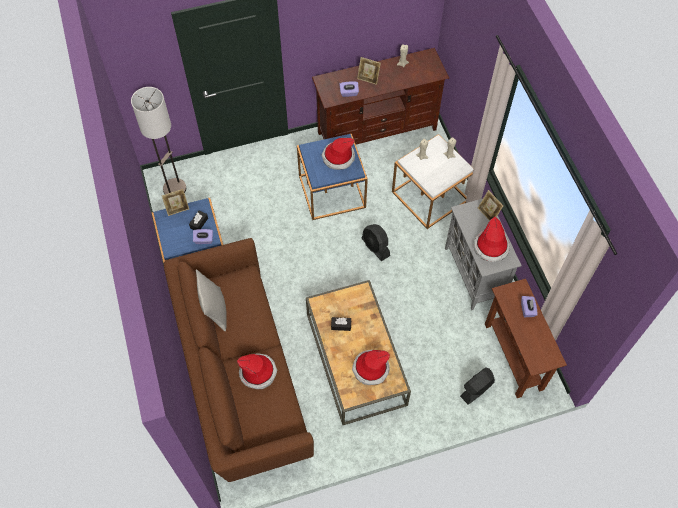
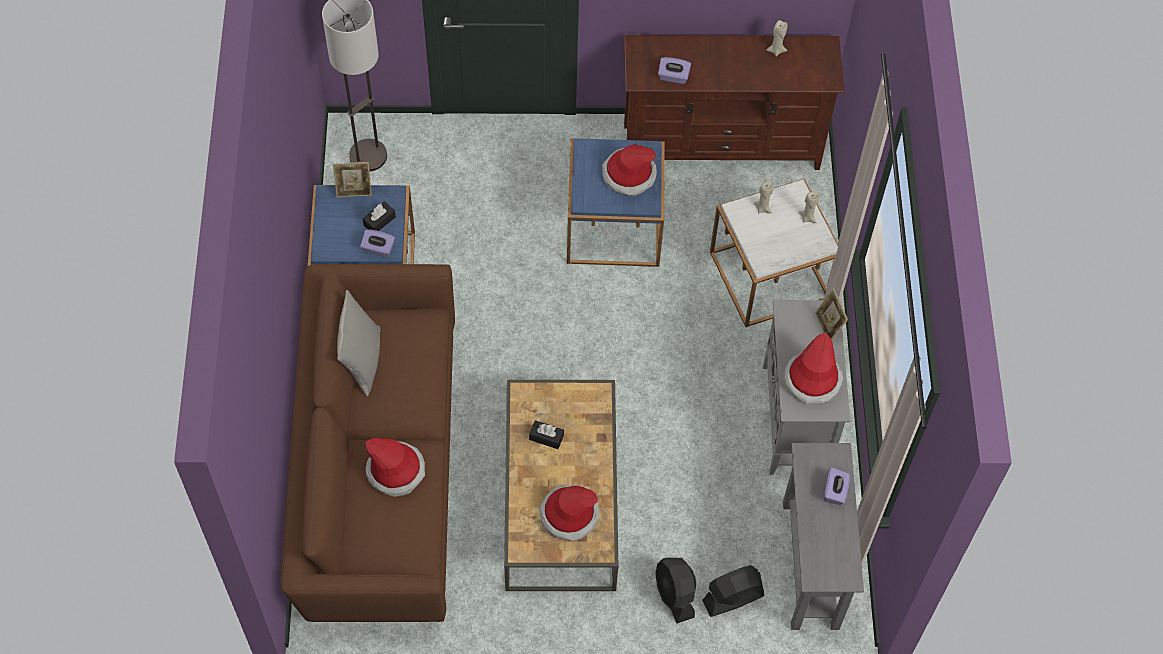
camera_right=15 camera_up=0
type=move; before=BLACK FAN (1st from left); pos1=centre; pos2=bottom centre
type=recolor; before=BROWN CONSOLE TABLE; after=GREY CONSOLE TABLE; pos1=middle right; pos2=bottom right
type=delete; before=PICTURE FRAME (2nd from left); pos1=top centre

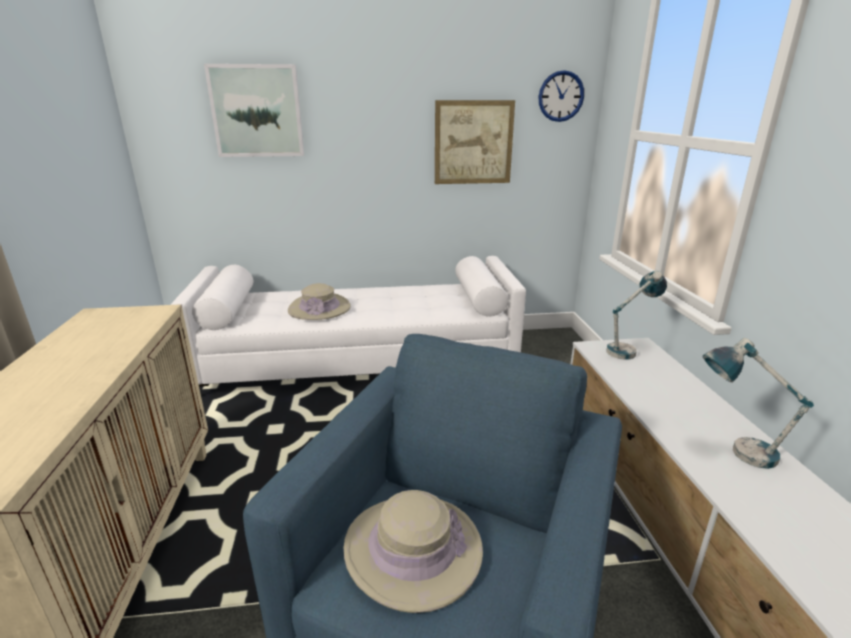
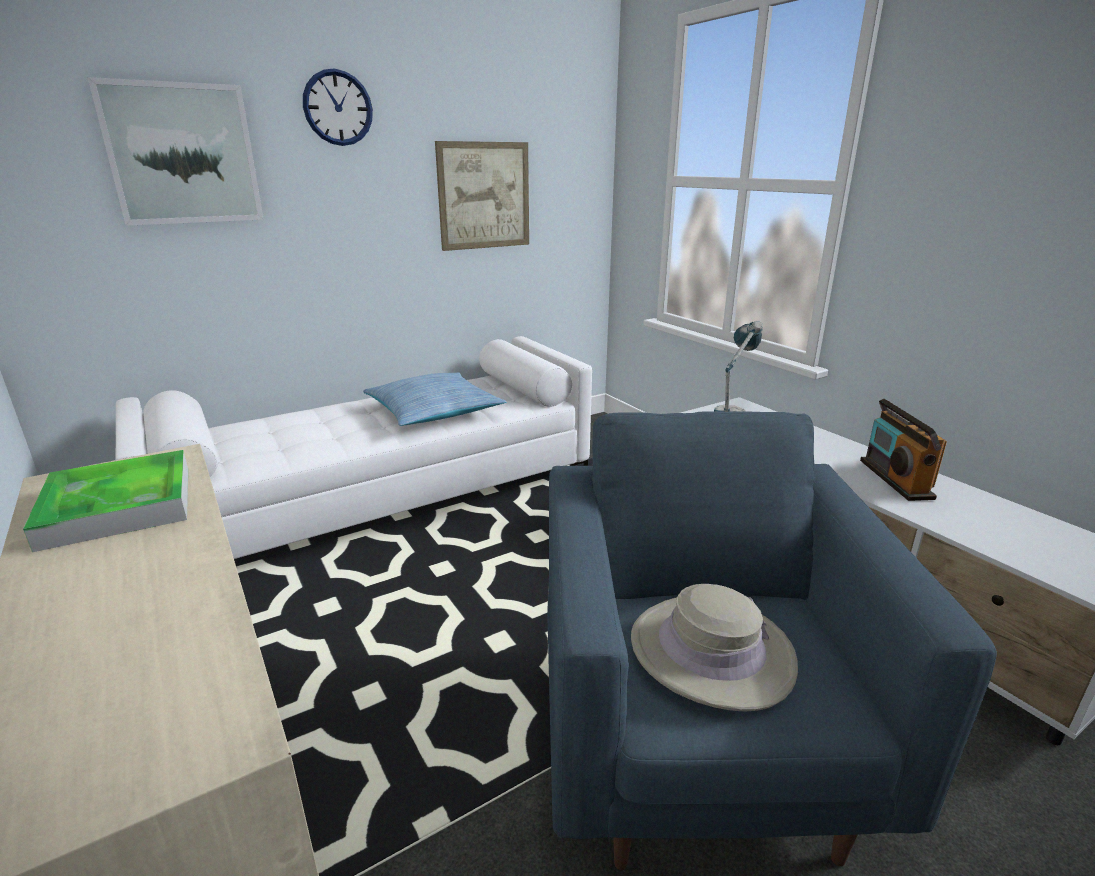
camera_right=-25 camera_up=0
type=insert; after=TRAY; pos2=middle left
type=move; before=WALL CLOCK; pos1=top centre; pos2=top left
type=insert; after=PILLOW; pos2=centre
type=replace; before=TABLE LAMP (2nd from left); after=RADIO; pos1=middle right; pos2=middle right
type=delete; before=BEIGE HAT (1st from left); pos1=centre

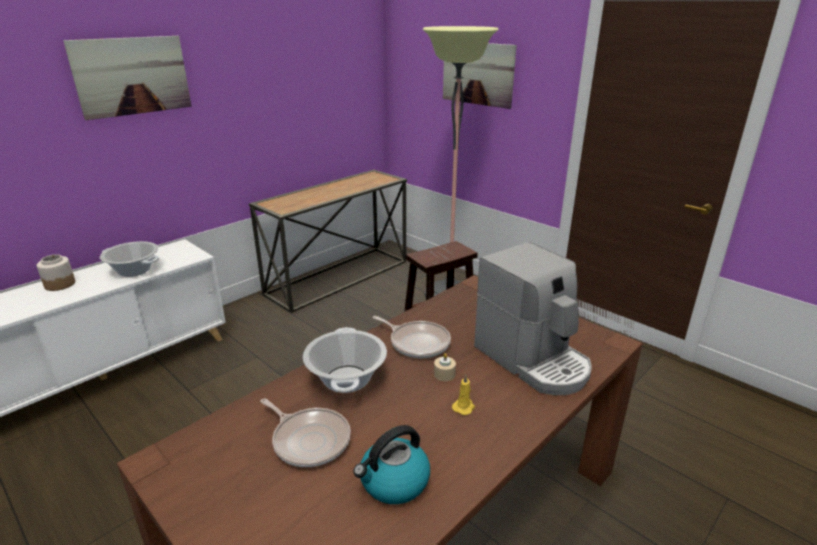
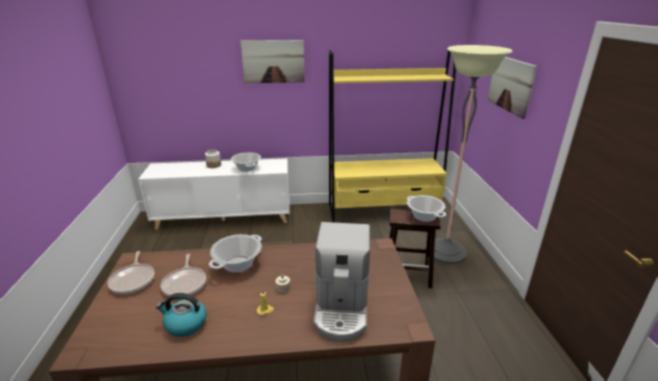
camera_right=40 camera_up=0
type=move; before=FRYING PAN (2nd from left in the first image); after=FRYING PAN (1st from left); pos1=centre; pos2=bottom left
type=replace; before=CONSOLE TABLE; after=YELLOW BOOKCASE; pos1=centre; pos2=centre
type=insert; after=COOKING POT (3rd from left); pos2=centre

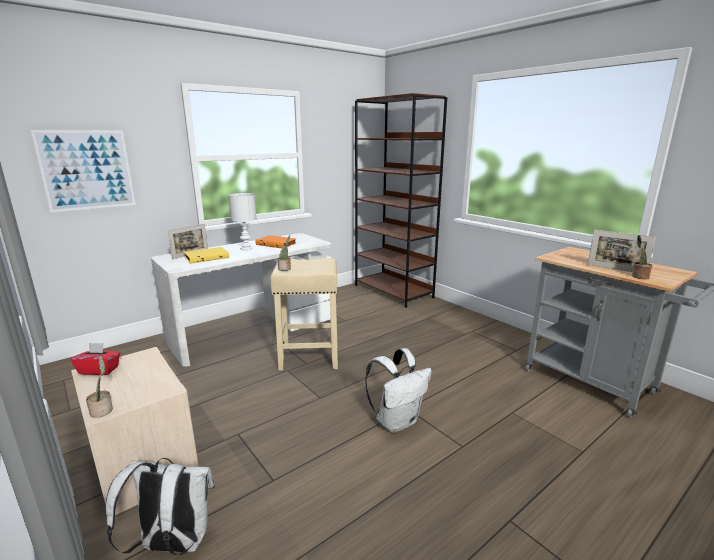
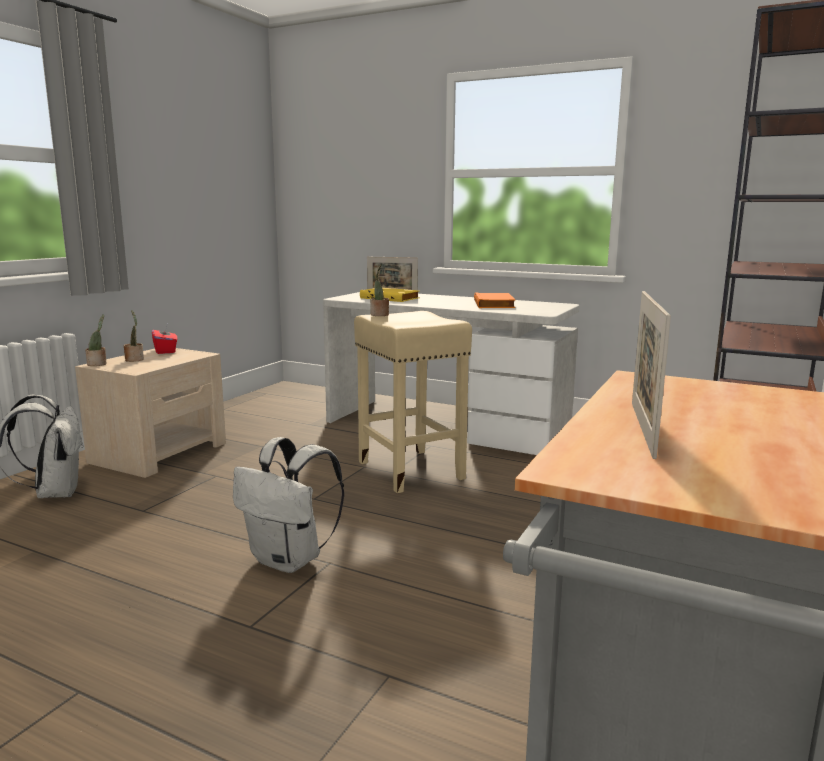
camera_right=65 camera_up=-5
type=move; before=POTTED PLANT (3rd from left in the first image); after=POTTED PLANT (2nd from left); pos1=middle right; pos2=middle left
type=delete; before=PICTURE; pos1=top left
type=delete; before=WHITE TABLE LAMP; pos1=centre

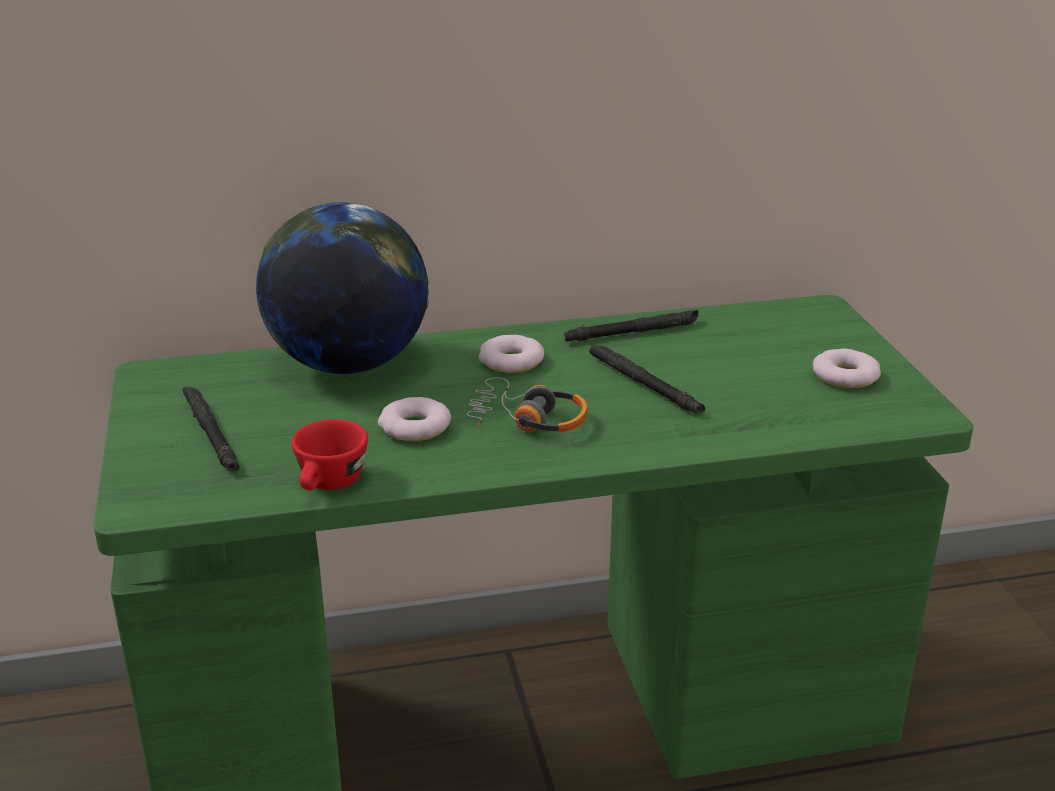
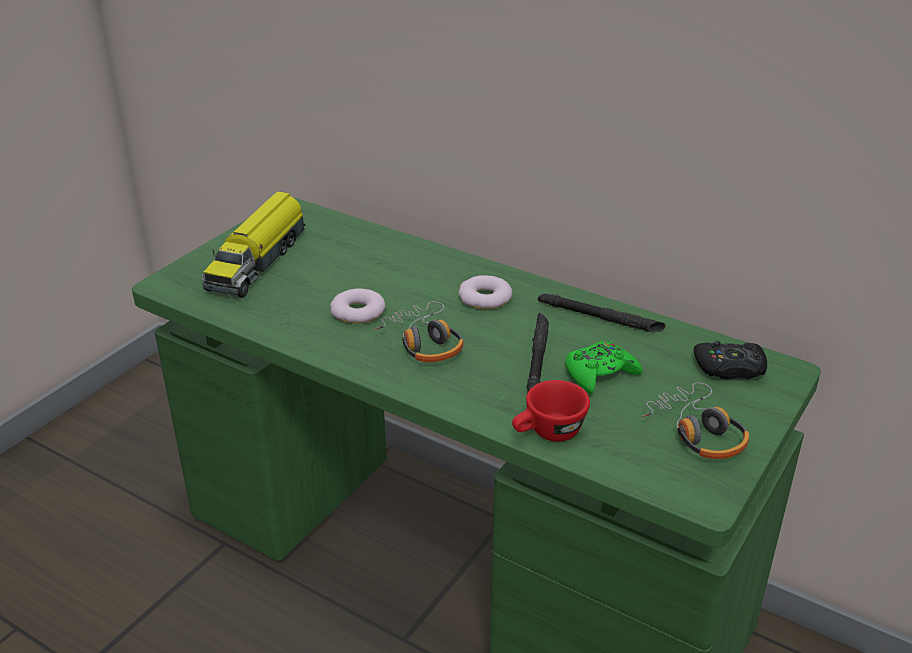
camera_right=45 camera_up=5
type=replace; before=BLACK FLASHLIGHT (1st from left); after=TOY TRUCK; pos1=middle left; pos2=middle left
type=move; before=RED CUP; pos1=middle left; pos2=centre
type=insert; after=GREEN GAME CONTROLLER; pos2=centre
type=replace; before=DONUT (3rd from left); after=HEADPHONES (2nd from left); pos1=middle right; pos2=middle right
type=insert; after=BLACK GAME CONTROLLER; pos2=middle right
type=delete; before=GLOBE; pos1=middle left

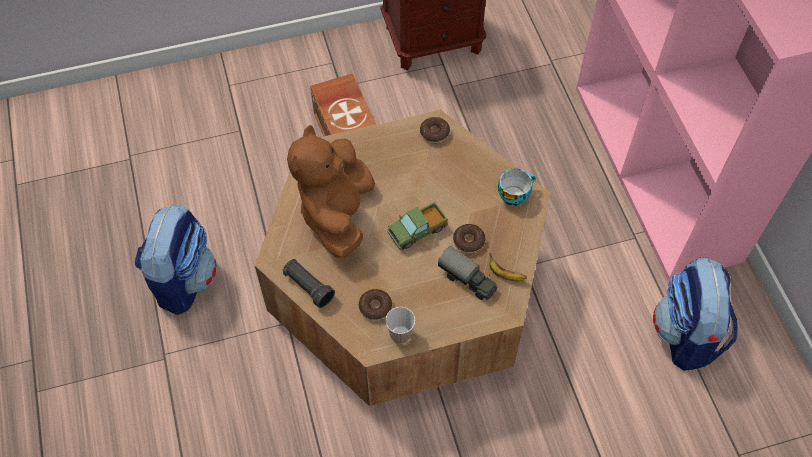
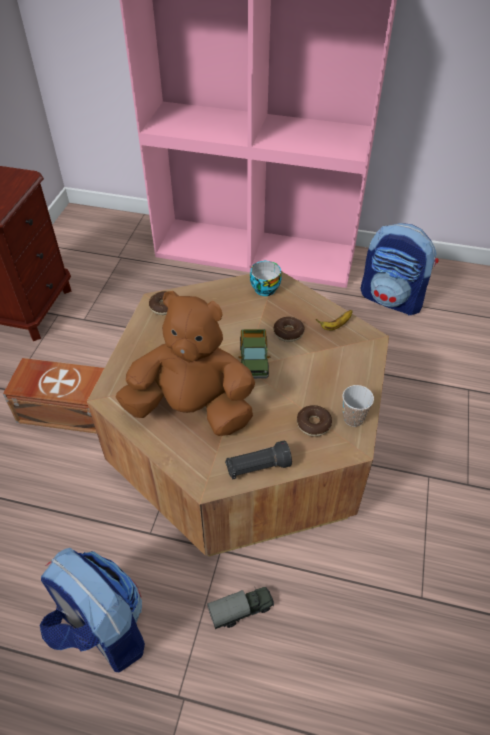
camera_right=-60 camera_up=-10
type=rotate; before=BROWN PLUSH TOY; pos1=centre; pos2=centre; turn=150
type=move; before=TOY TRUCK (2nd from left in the first image); after=TOY TRUCK (1st from left); pos1=centre; pos2=bottom centre

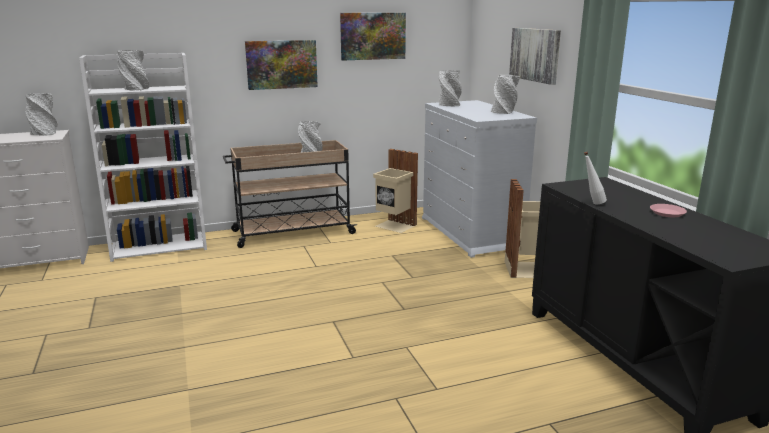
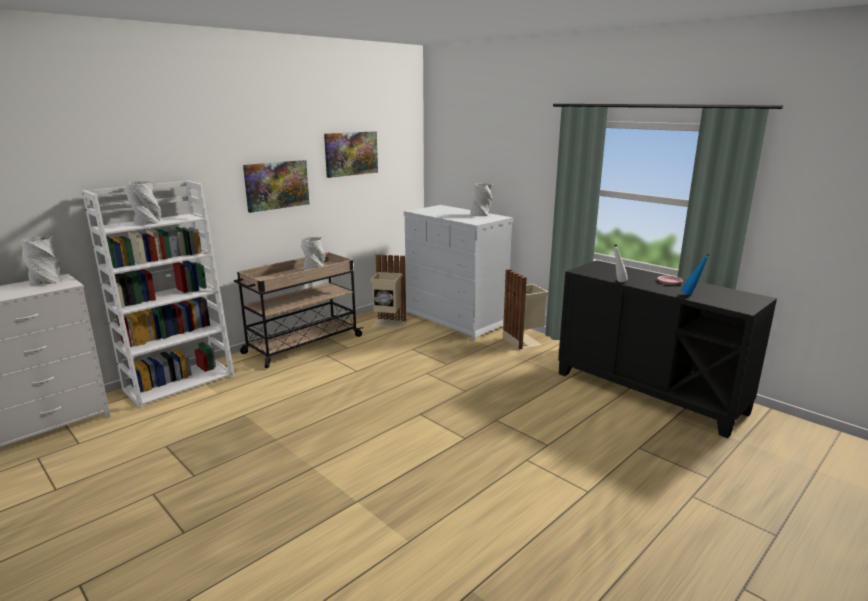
camera_right=-25 camera_up=0
type=insert; after=BLUE BOTTLE; pos2=middle right
type=delete; before=GREY VASE (4th from left); pos1=top centre
type=delete; before=PICTURE (3rd from left); pos1=top right

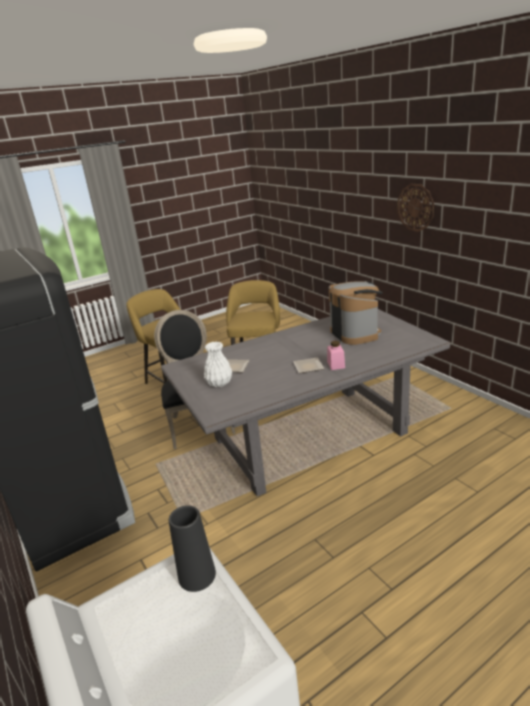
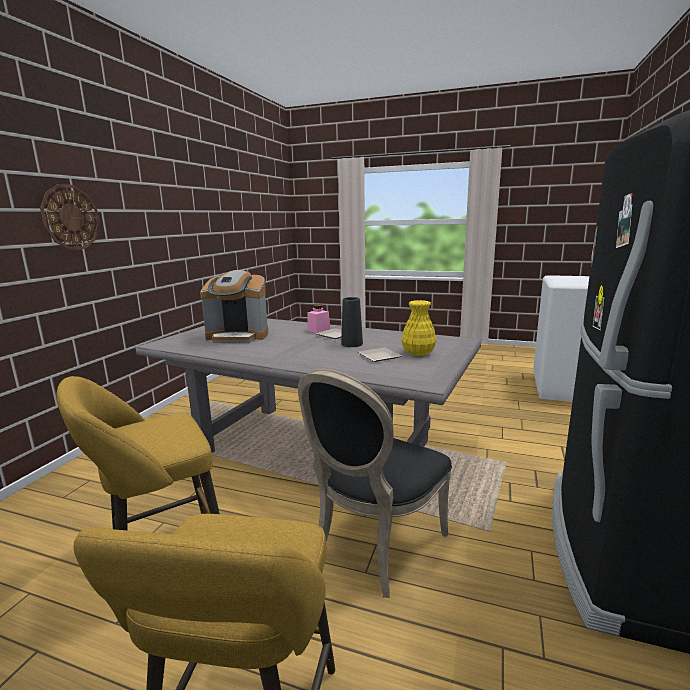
camera_right=-130 camera_up=-10
type=rotate; before=COFFEE MACHINE; pos1=middle right; pos2=centre; turn=-120
type=move; before=BLACK VASE; pos1=bottom centre; pos2=centre
type=recolor; before=WHITE VASE; after=YELLOW VASE; pos1=centre; pos2=centre

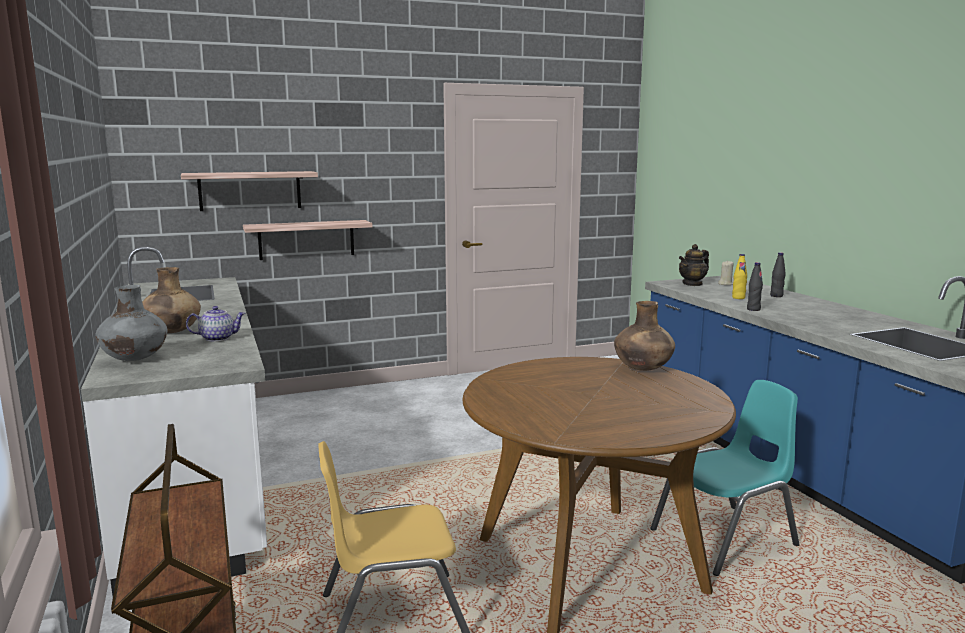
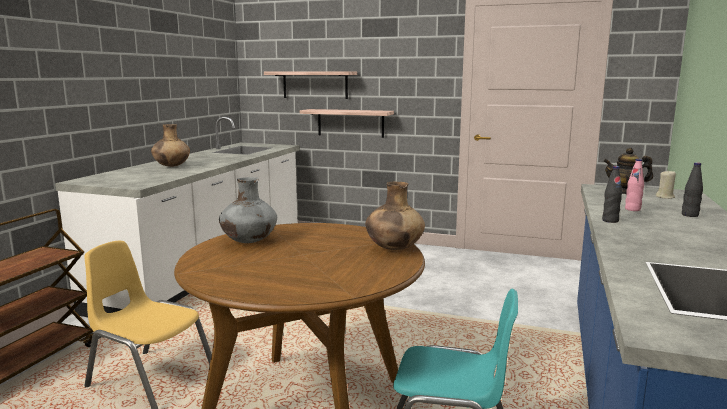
camera_right=40 camera_up=0
type=move; before=GREY VASE; pos1=middle left; pos2=centre
type=recolor; before=YELLOW BOTTLE; after=PINK BOTTLE; pos1=middle right; pos2=middle right
type=delete; before=TEAPOT (1st from left); pos1=middle left

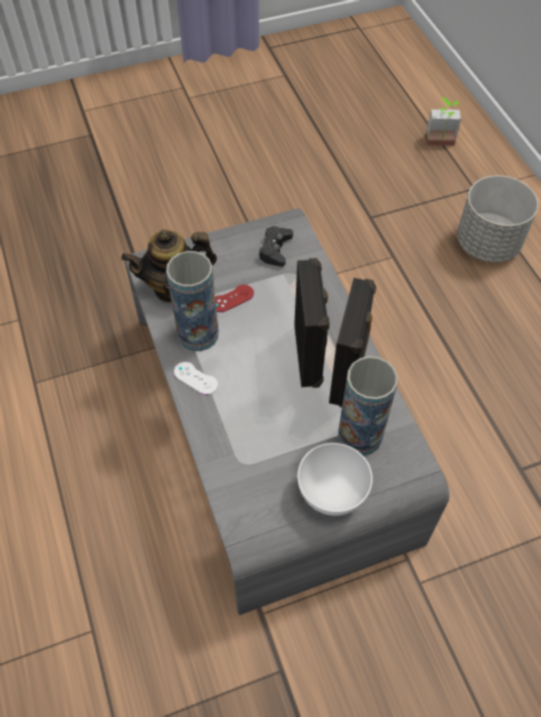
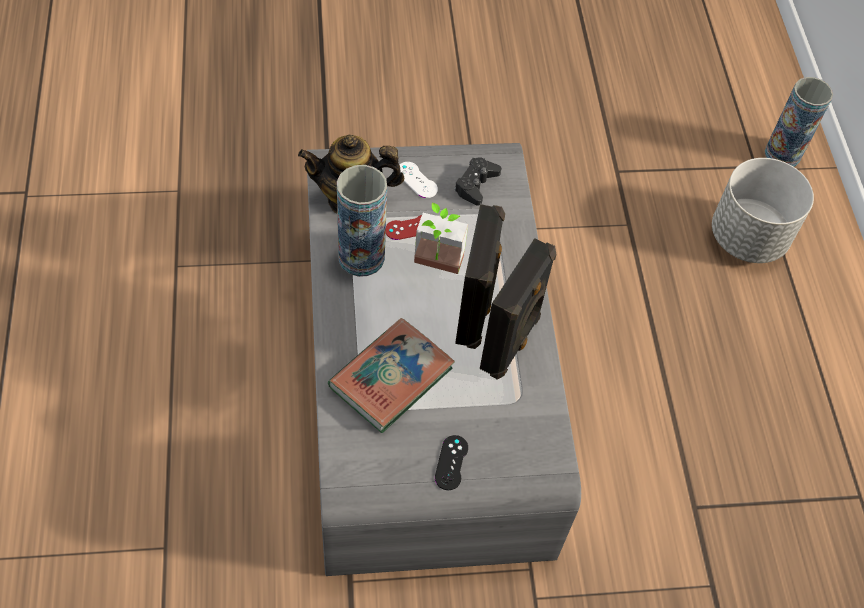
camera_right=10 camera_up=0
type=insert; after=BOOK; pos2=centre
type=move; before=WHITE GAME CONTROLLER; pos1=centre; pos2=top centre
type=move; before=POTTED PLANT; pos1=top right; pos2=centre
type=replace; before=WHITE BOWL; after=BLACK GAME CONTROLLER (1st from left); pos1=bottom centre; pos2=bottom centre
type=move; before=VASE (2nd from left); pos1=middle right; pos2=top right

